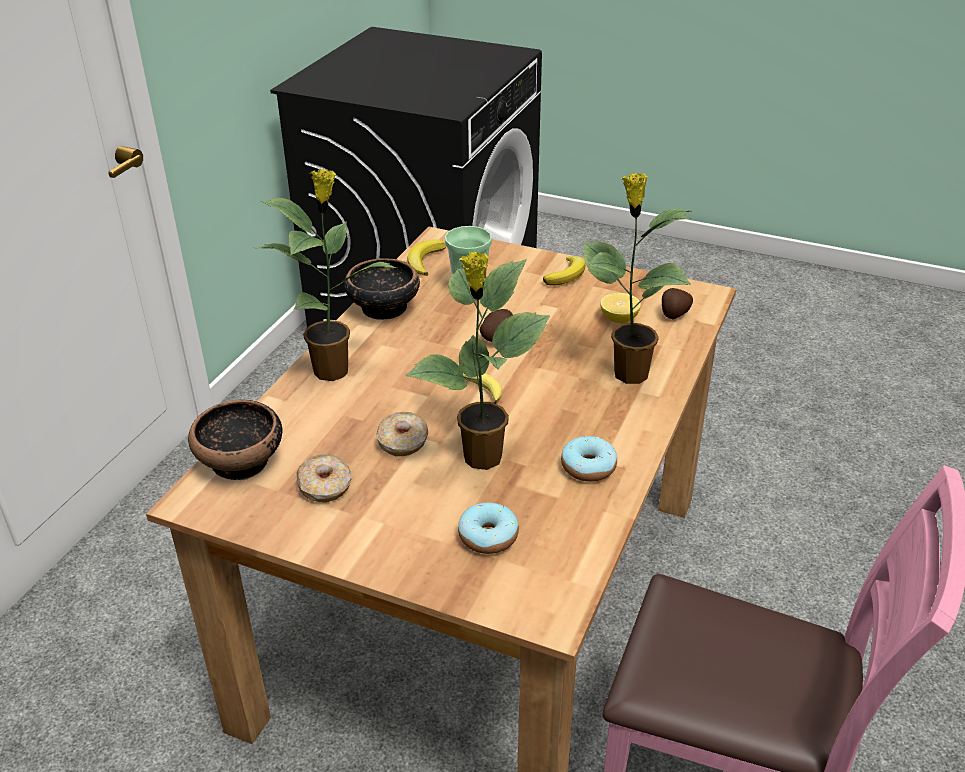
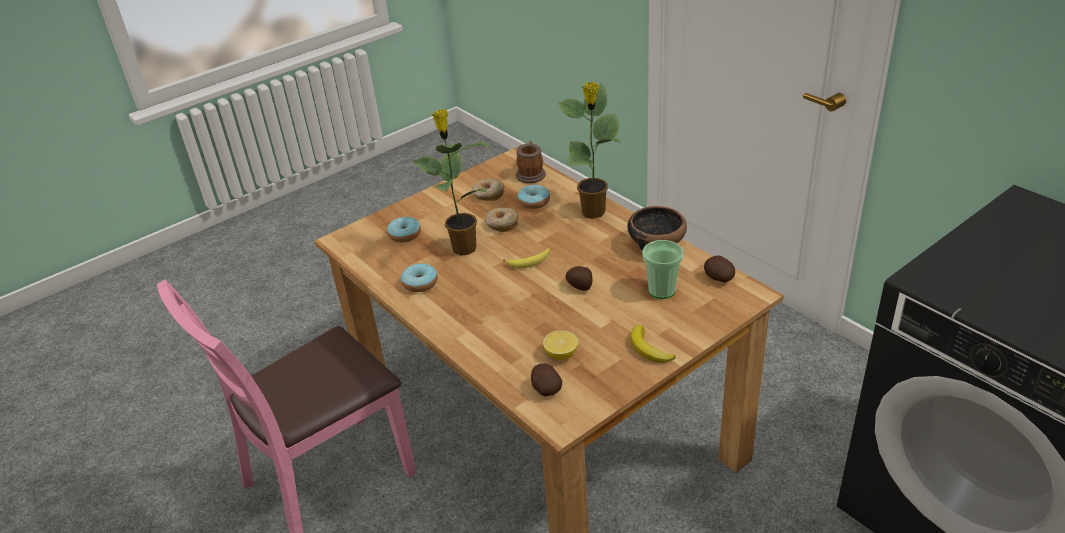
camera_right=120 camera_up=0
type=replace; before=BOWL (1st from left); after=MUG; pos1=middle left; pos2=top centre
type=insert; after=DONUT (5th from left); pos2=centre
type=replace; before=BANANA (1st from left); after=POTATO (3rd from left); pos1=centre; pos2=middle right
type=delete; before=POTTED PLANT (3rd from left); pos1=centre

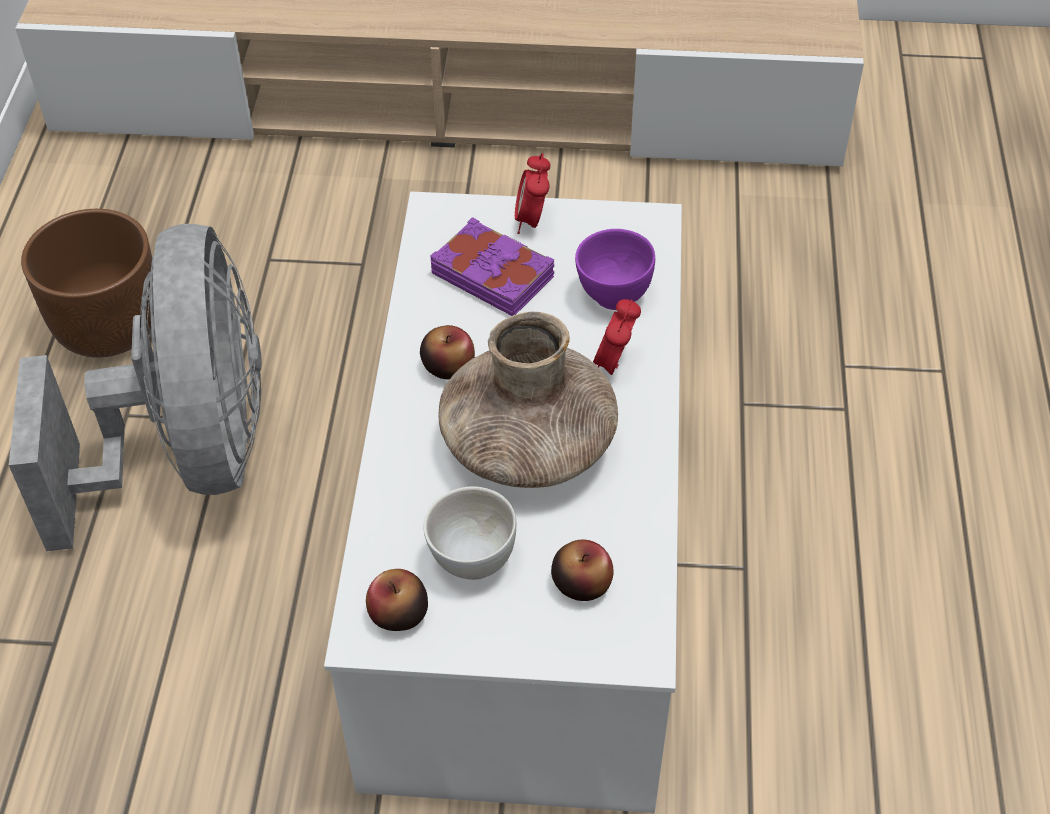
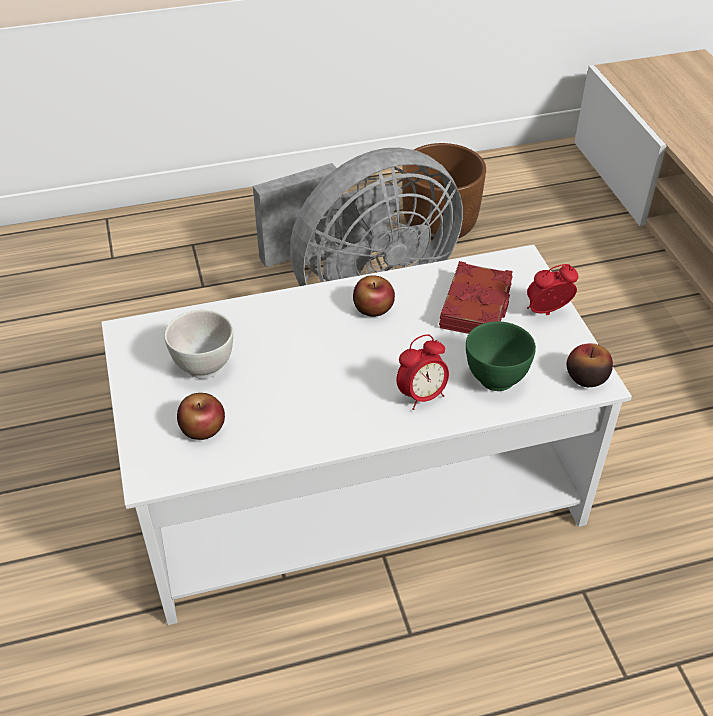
camera_right=70 camera_up=-5
type=rotate; before=ALARM CLOCK (2nd from left in the first image); pos1=centre; pos2=centre; turn=150
type=recolor; before=PURPLE BOOK; after=RED BOOK; pos1=top centre; pos2=middle right
type=recolor; before=PURPLE BOWL; after=GREEN BOWL; pos1=top centre; pos2=middle right
type=move; before=APPLE (1st from left in the first image); after=APPLE (3rd from left); pos1=bottom centre; pos2=middle right
type=delete; before=BROWN VASE; pos1=centre

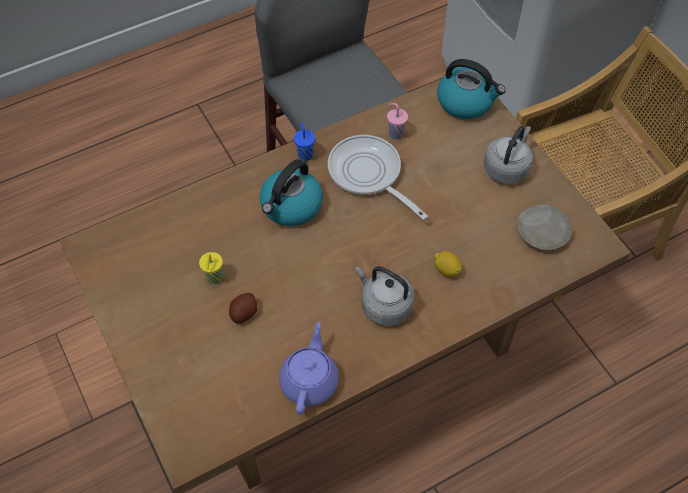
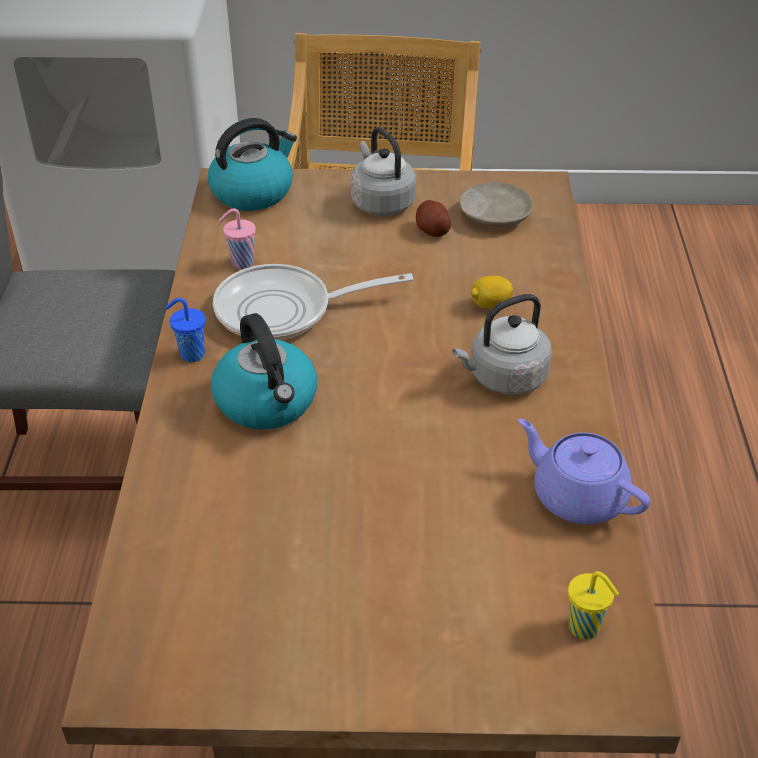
camera_right=-60 camera_up=-15
type=move; before=POTATO; pos1=centre; pos2=top centre
type=move; before=YELLOW CUP; pos1=middle left; pos2=bottom right

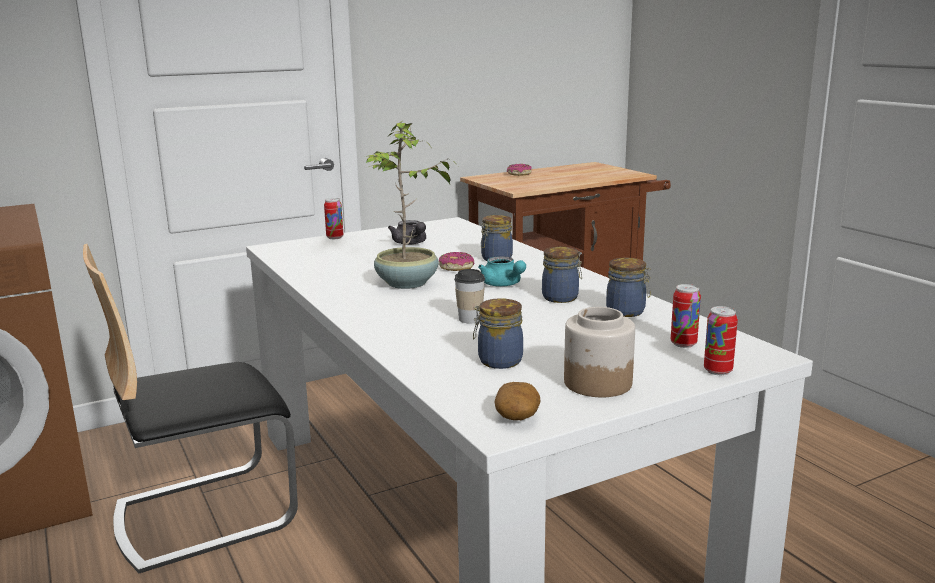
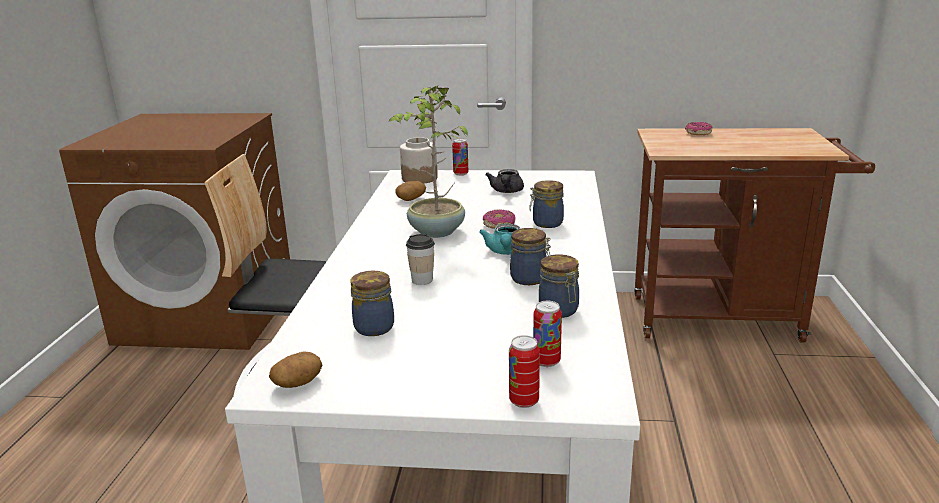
camera_right=35 camera_up=5
type=insert; after=POTATO (2nd from left); pos2=centre
type=move; before=JAR (4th from left in the first image); after=JAR (2nd from left); pos1=centre; pos2=top centre

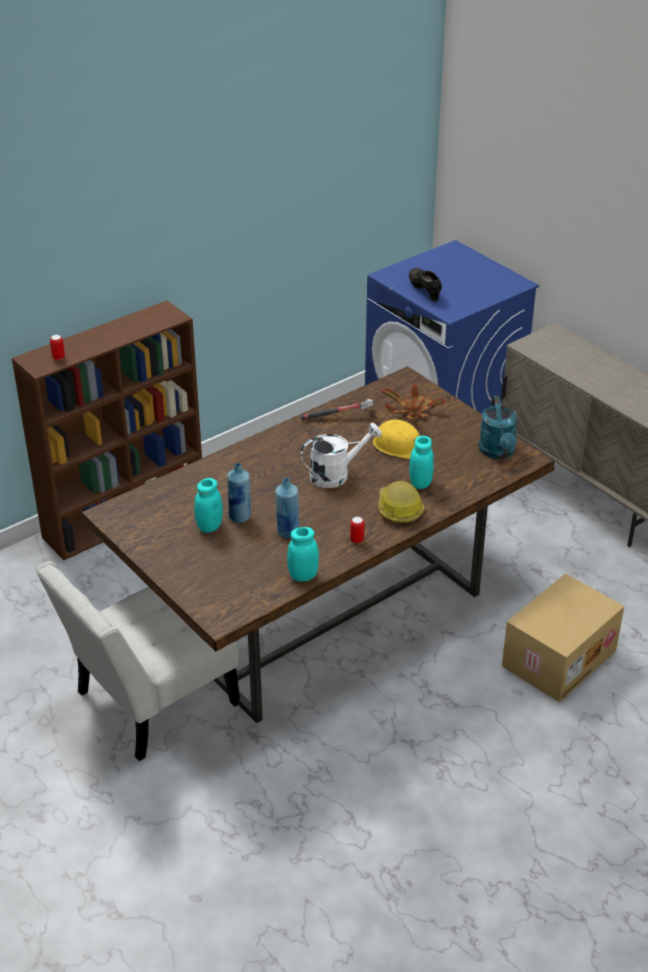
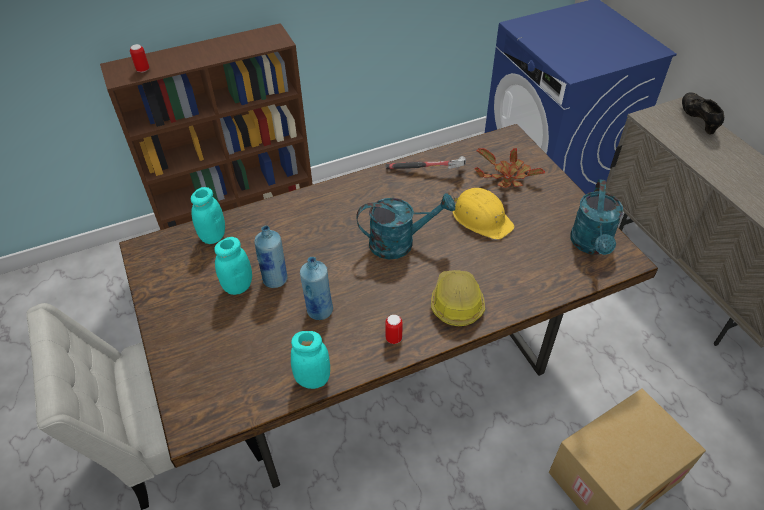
camera_right=15 camera_up=10
type=move; before=TURQUOISE JAR (3rd from left in the first image); after=TURQUOISE JAR (1st from left); pos1=centre; pos2=middle left
type=recolor; before=WHITE WATERING CAN; after=TURQUOISE WATERING CAN (1st from left); pos1=centre; pos2=centre
type=move; before=BLACK SHOE; pos1=top centre; pos2=top right

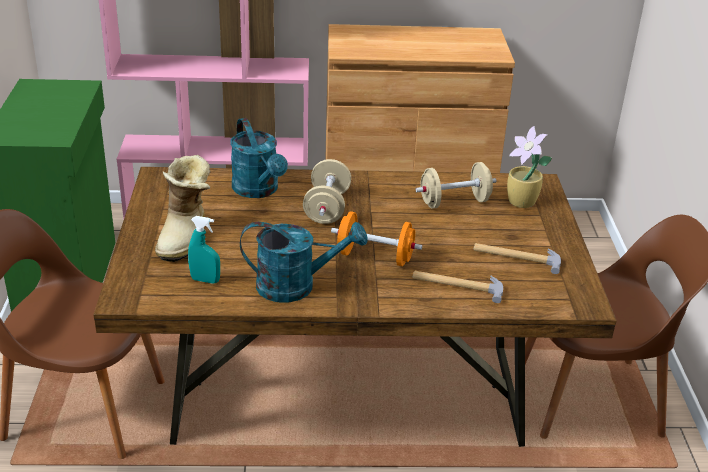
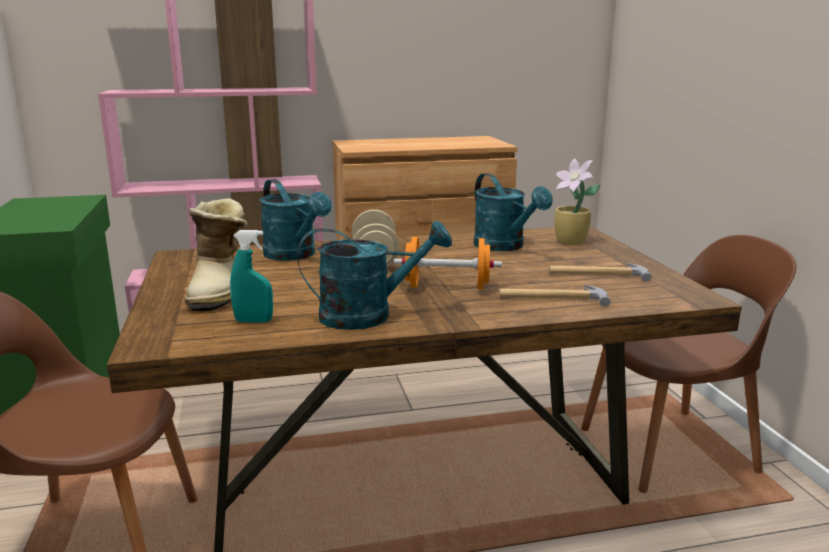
camera_right=-10 camera_up=-15
type=replace; before=BEIGE DUMBBELL (2nd from left); after=TURQUOISE WATERING CAN (3rd from left); pos1=centre; pos2=centre

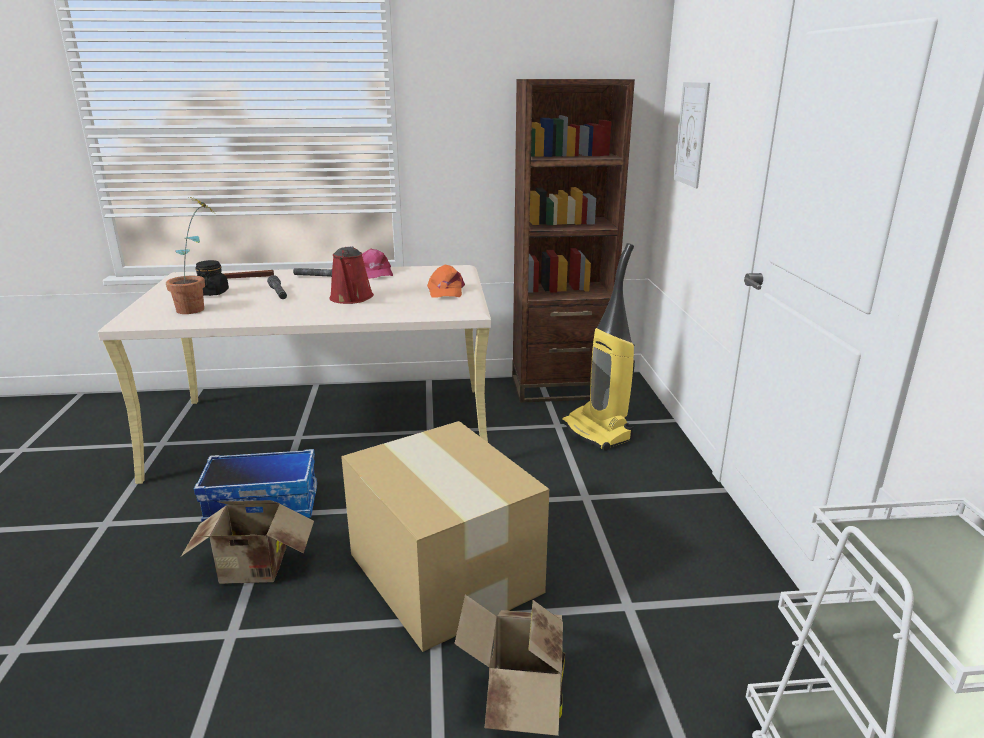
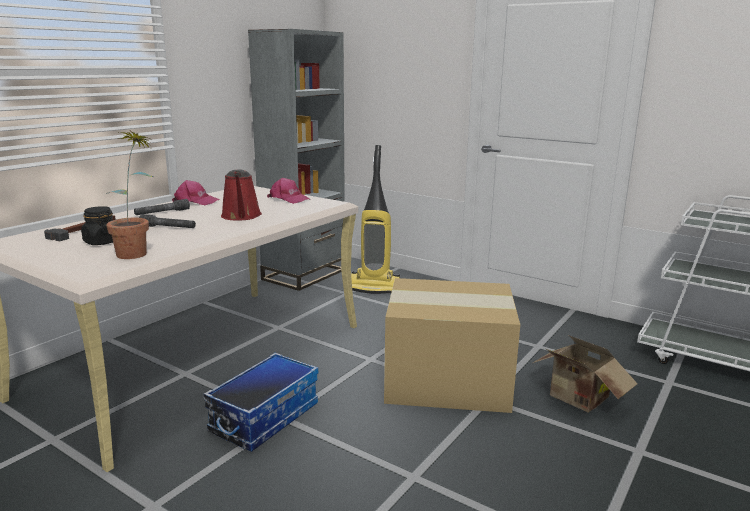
camera_right=-50 camera_up=-5
type=rotate; before=RED WATERING CAN; pos1=centre; pos2=middle left; turn=45
type=recolor; before=BROWN BOOKCASE; after=GREY BOOKCASE; pos1=top centre; pos2=top centre
type=recolor; before=ORANGE CAP; after=PINK CAP (2nd from left); pos1=centre; pos2=centre
type=delete; before=CARDBOARD BOX (1st from left); pos1=bottom left
type=delete; before=PICTURE; pos1=top right

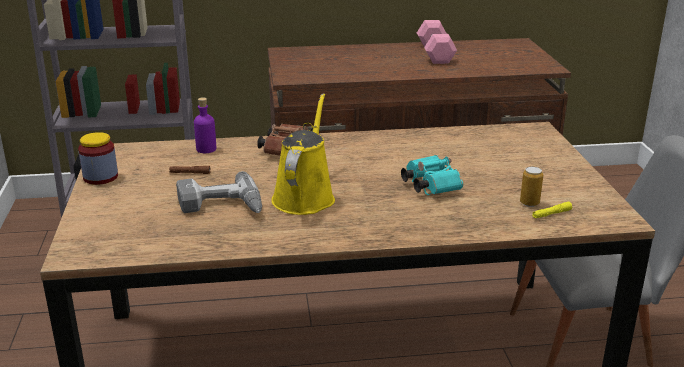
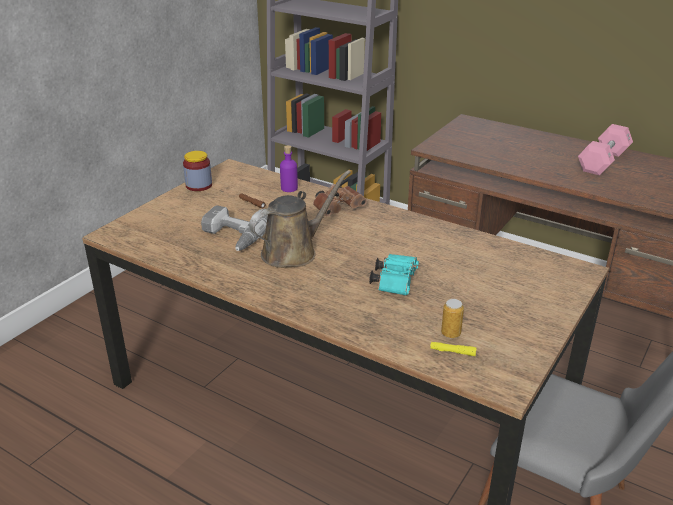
camera_right=40 camera_up=5
type=recolor; before=YELLOW WATERING CAN; after=BROWN WATERING CAN; pos1=centre; pos2=centre

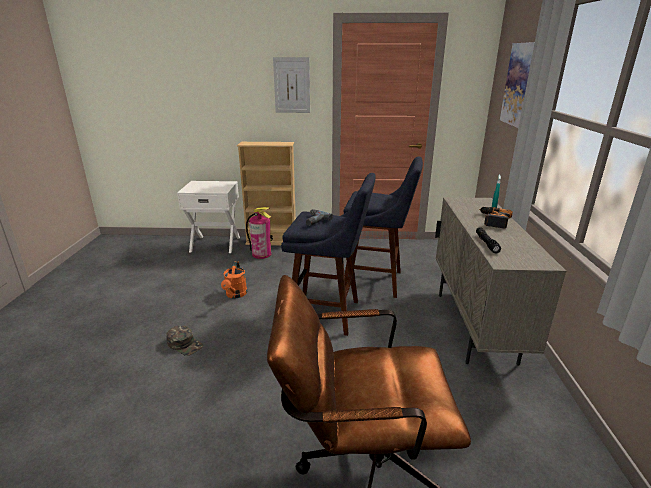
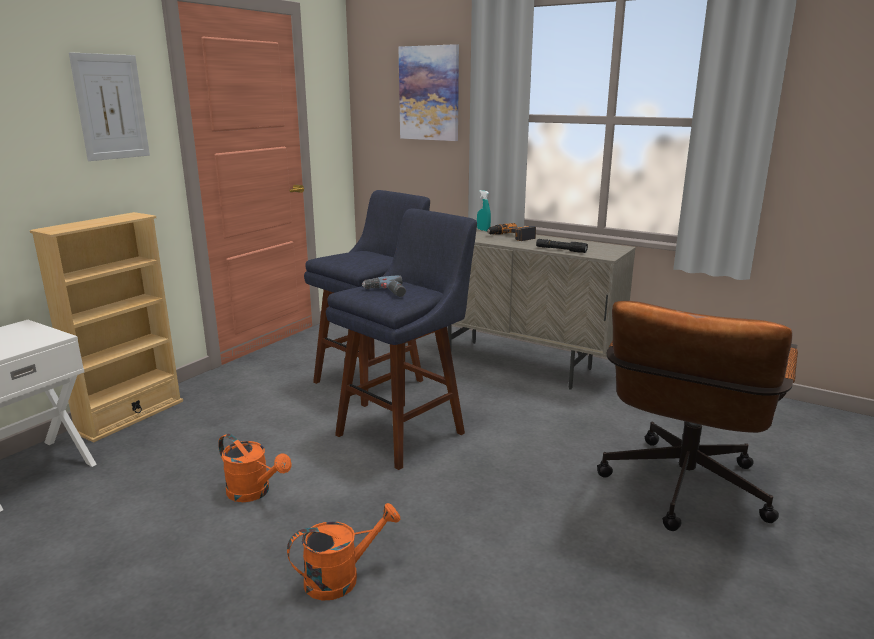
camera_right=-60 camera_up=-5
type=replace; before=GREEN CAP; after=ORANGE WATERING CAN (2nd from left); pos1=bottom left; pos2=bottom centre
type=delete; before=FIRE EXTINGUISHER; pos1=centre

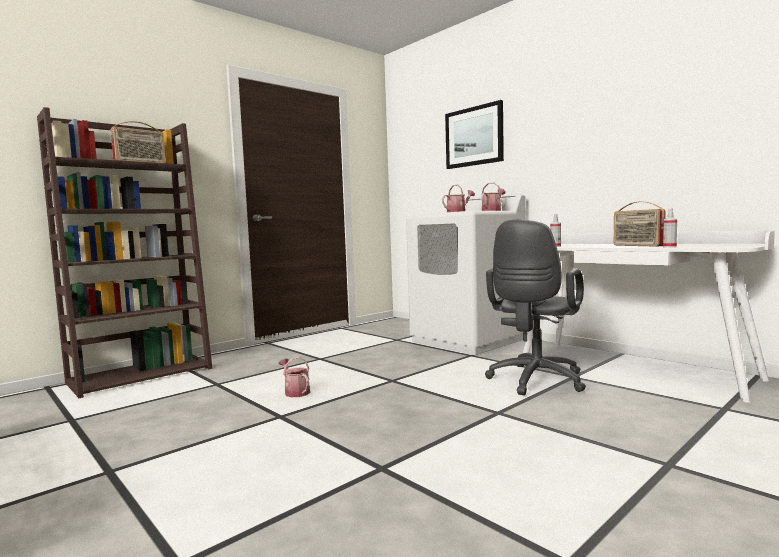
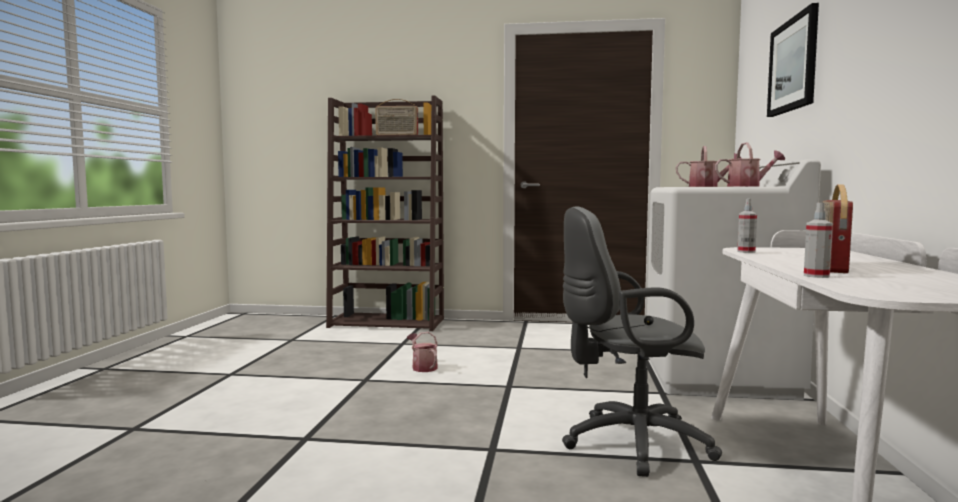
camera_right=50 camera_up=0
type=rotate; before=WATERING CAN (1st from left); pos1=bottom centre; pos2=bottom centre; turn=-45

